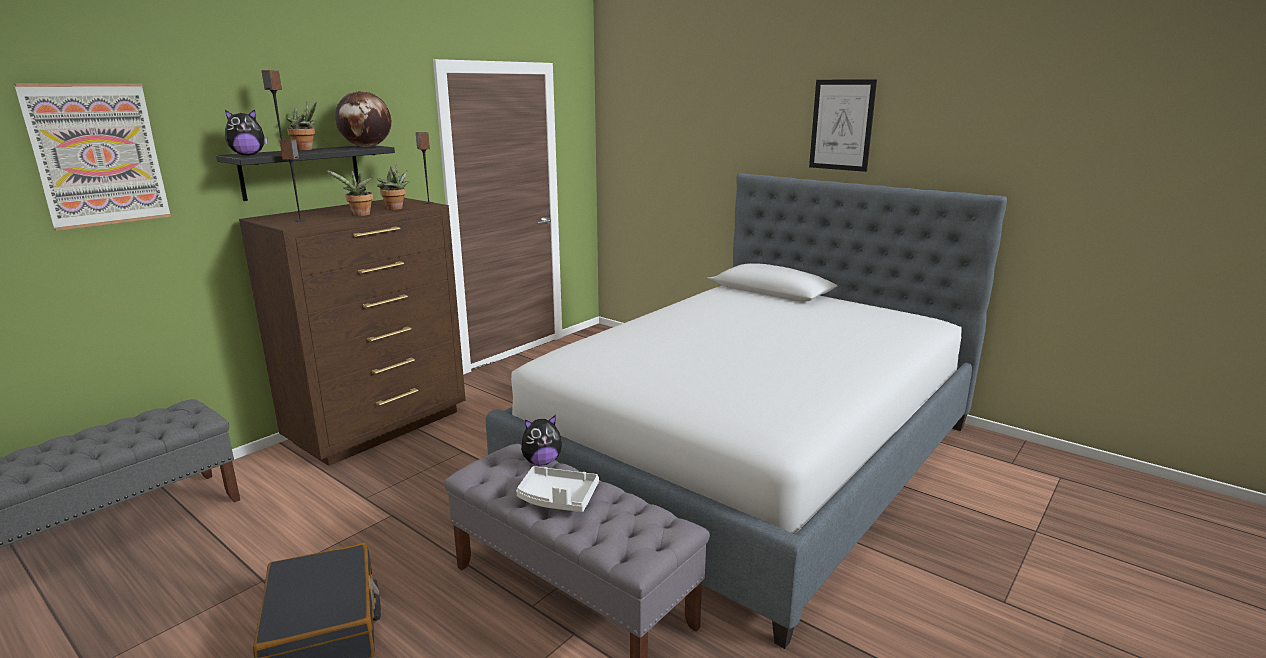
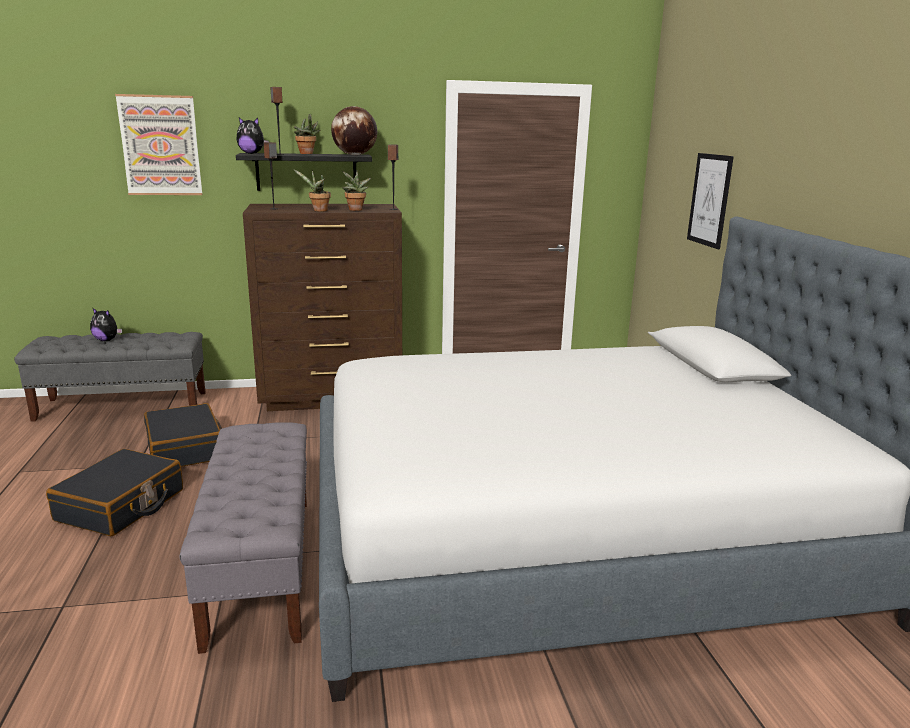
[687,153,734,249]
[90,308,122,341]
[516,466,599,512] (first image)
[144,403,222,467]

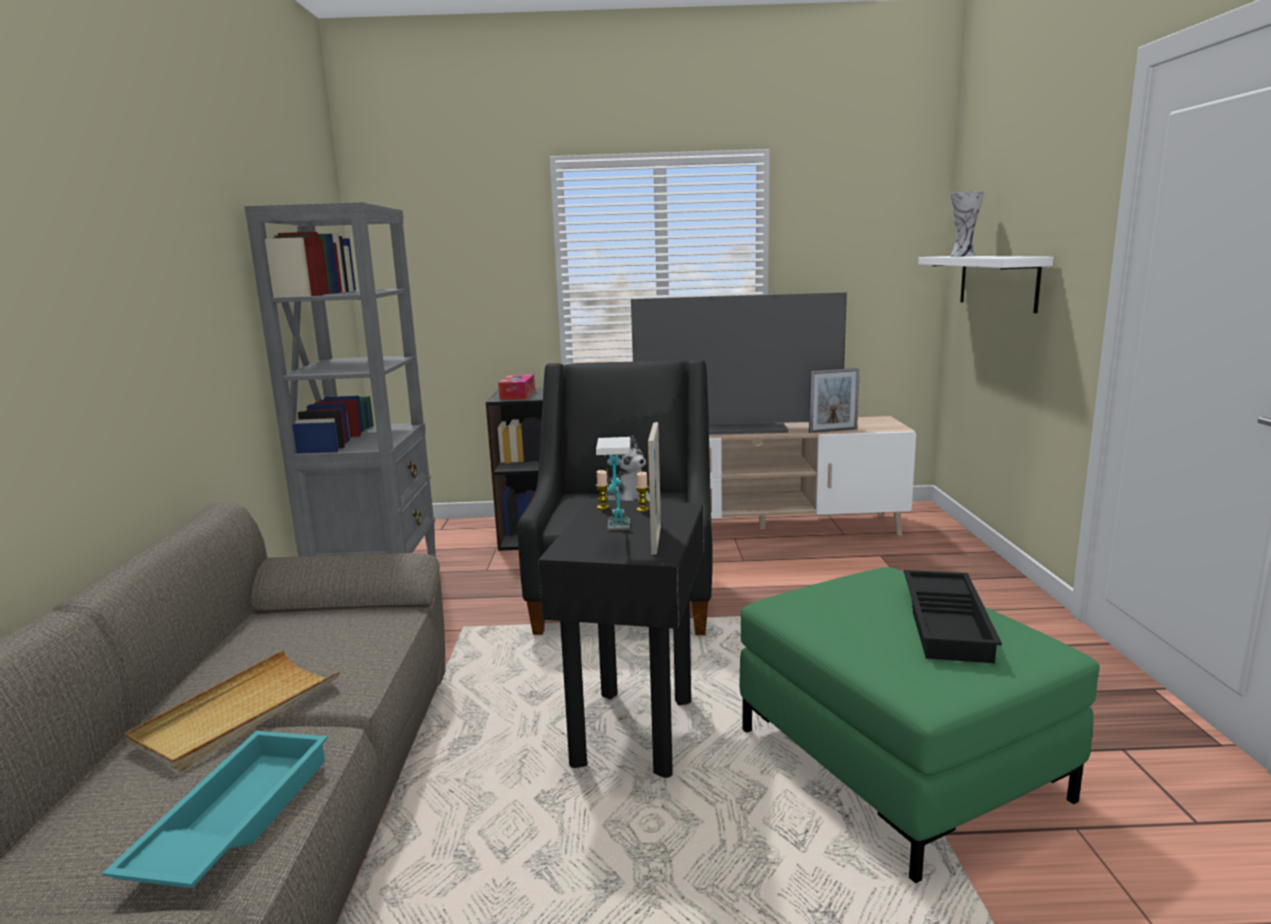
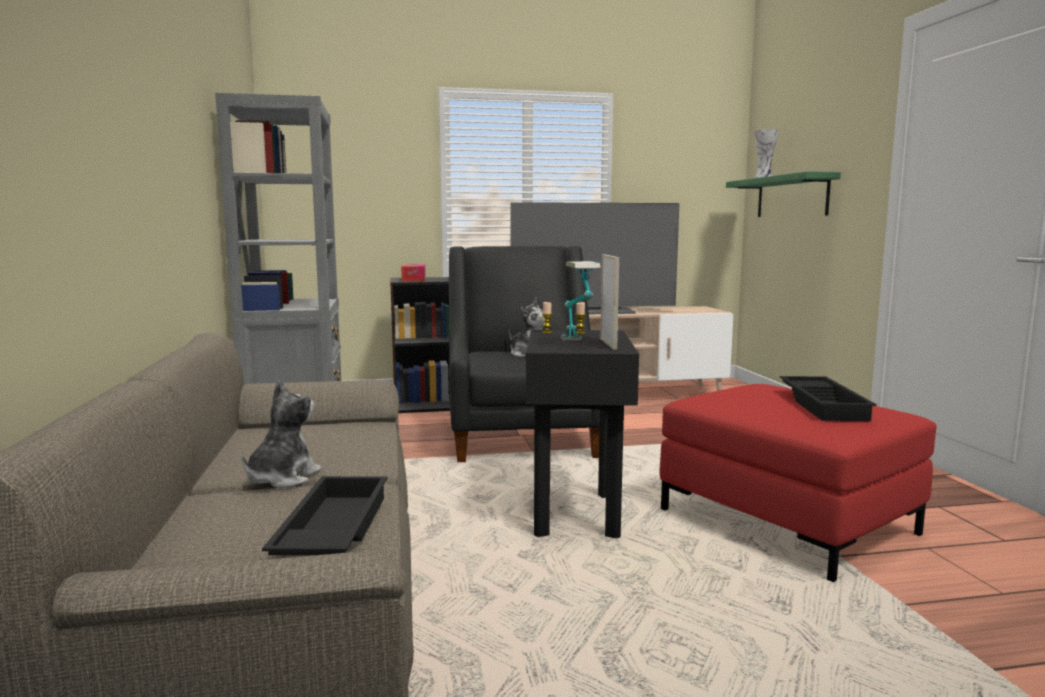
[726,171,841,217]
[809,368,860,433] (first image)
[659,384,937,582]
[242,380,322,488]
[262,476,387,555]

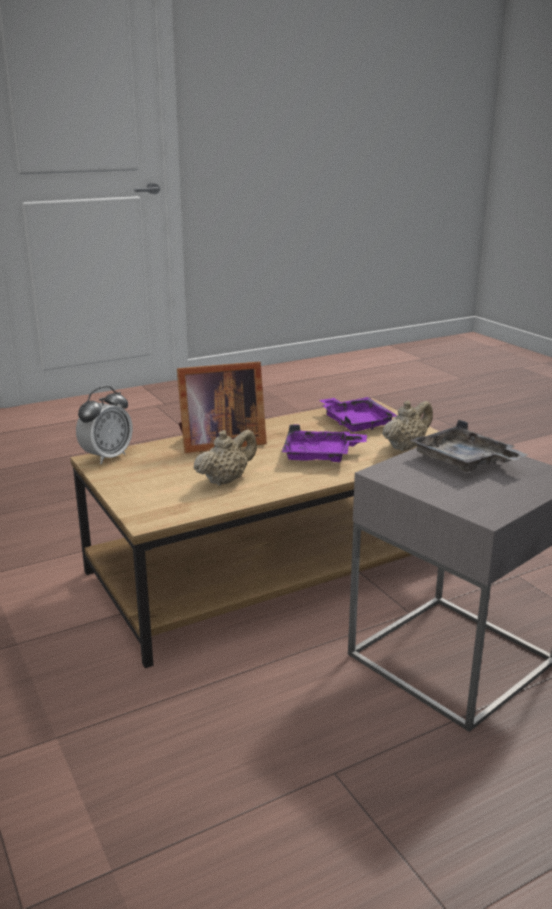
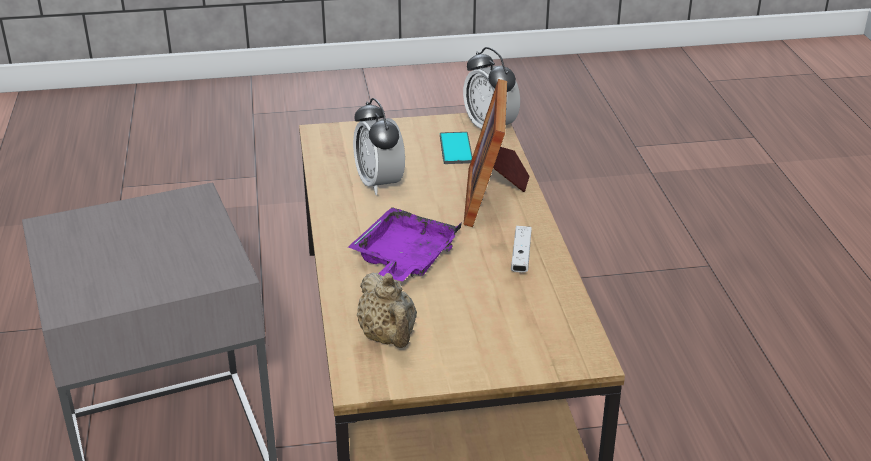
[319,397,397,432] (first image)
[410,420,528,472] (first image)
[353,98,405,195]
[440,132,473,164]
[511,226,532,273]

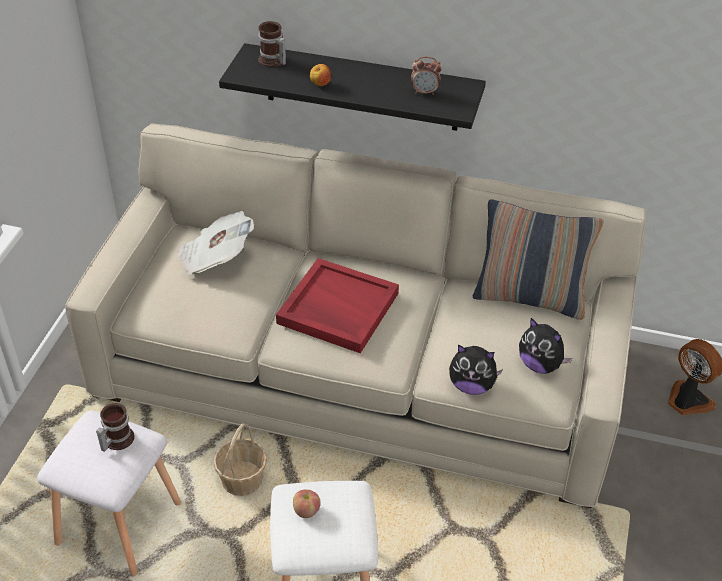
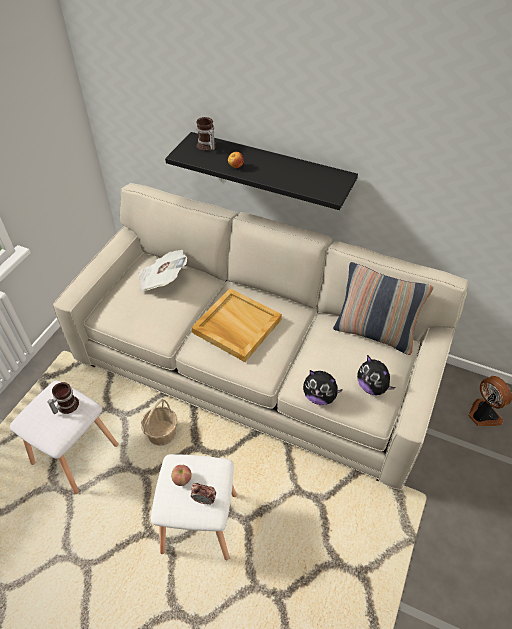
[191,483,216,505]
[191,288,282,362]

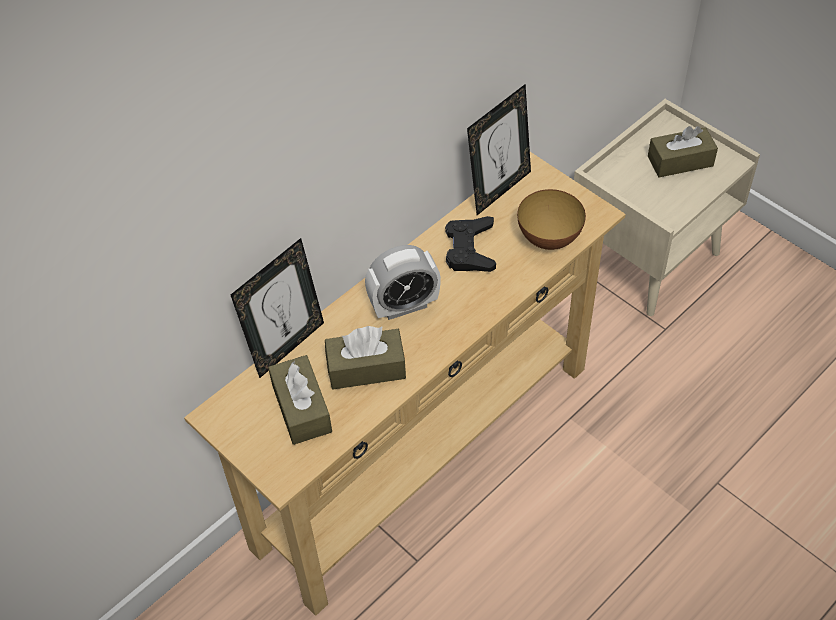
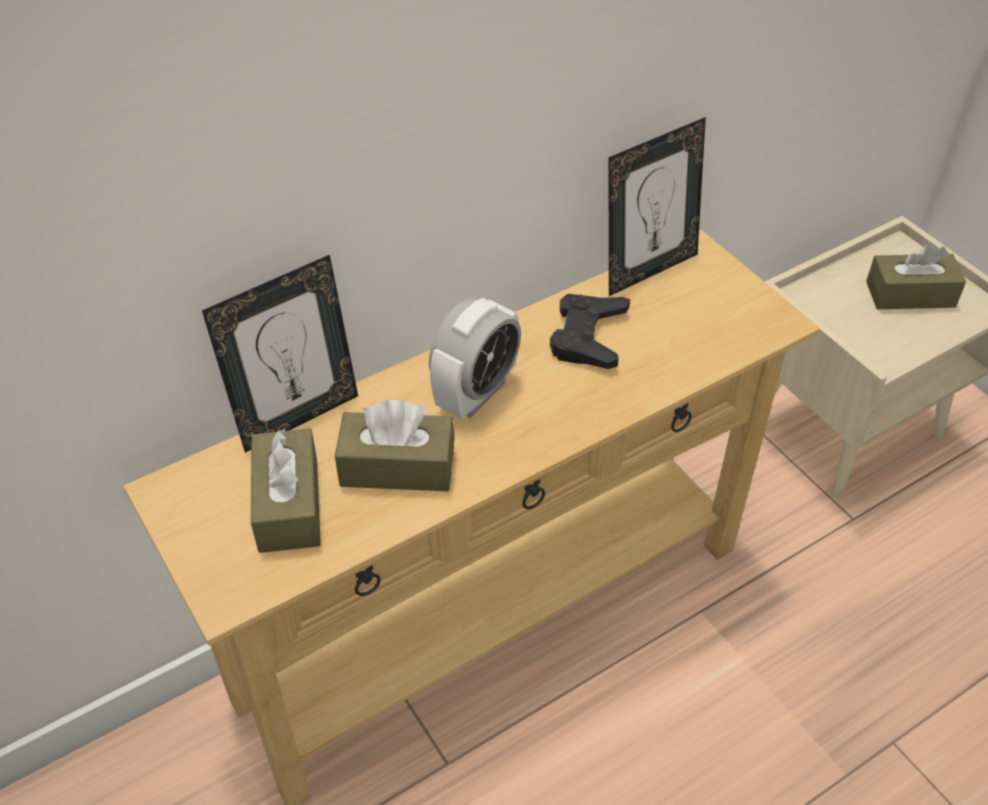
[517,189,586,250] (first image)
[429,298,521,419]

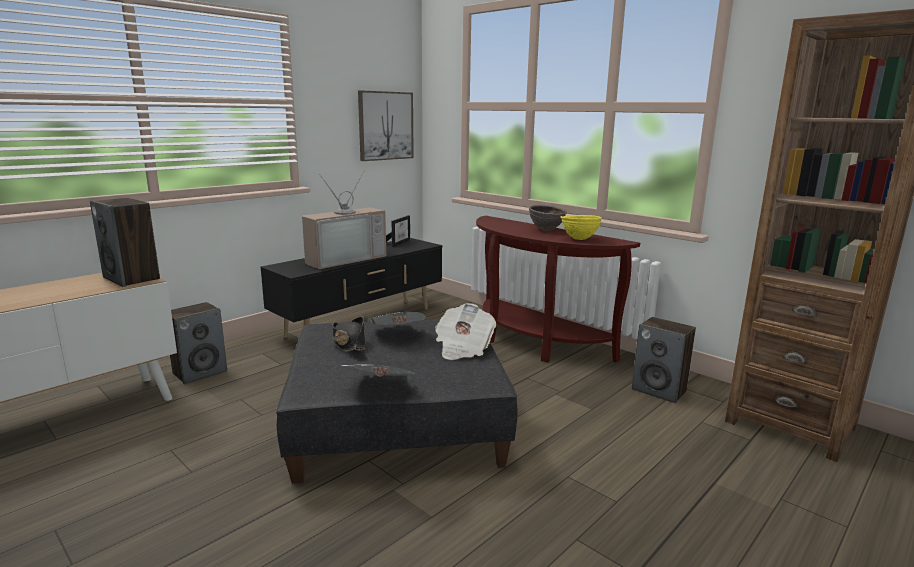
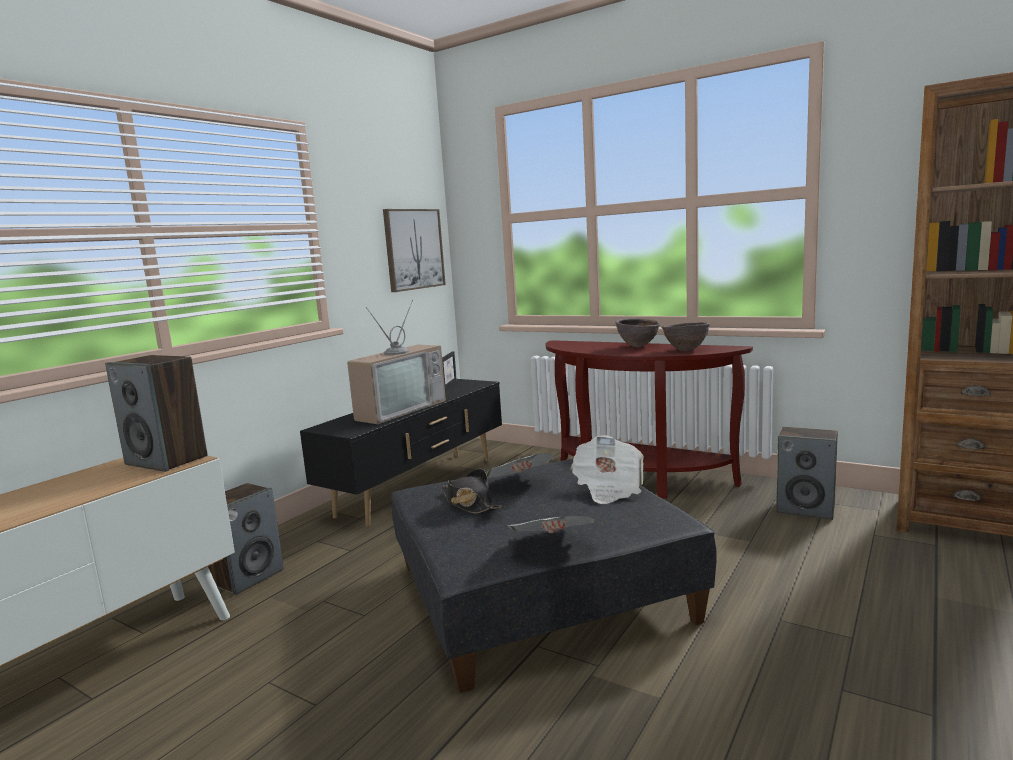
[662,322,710,351]

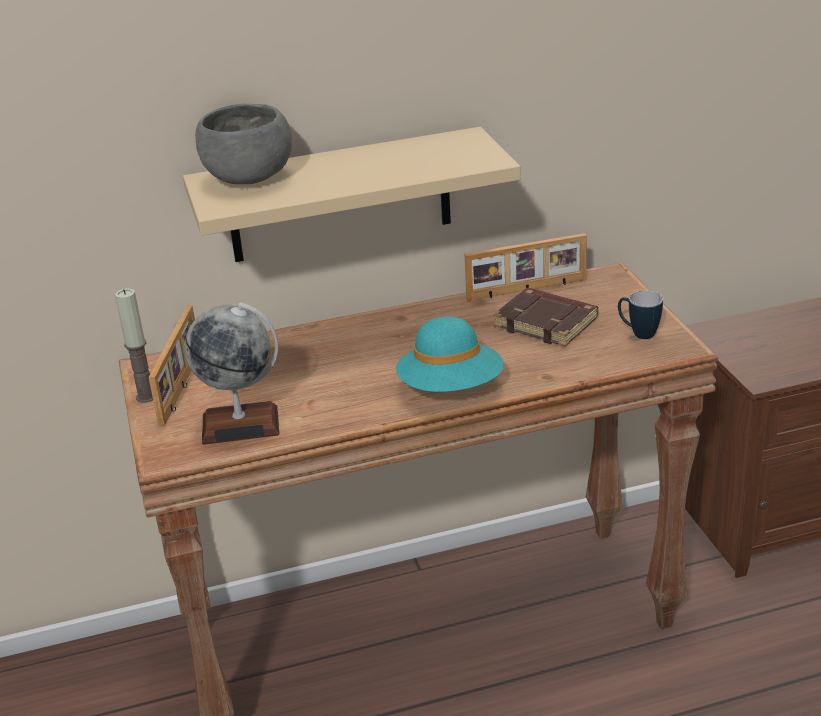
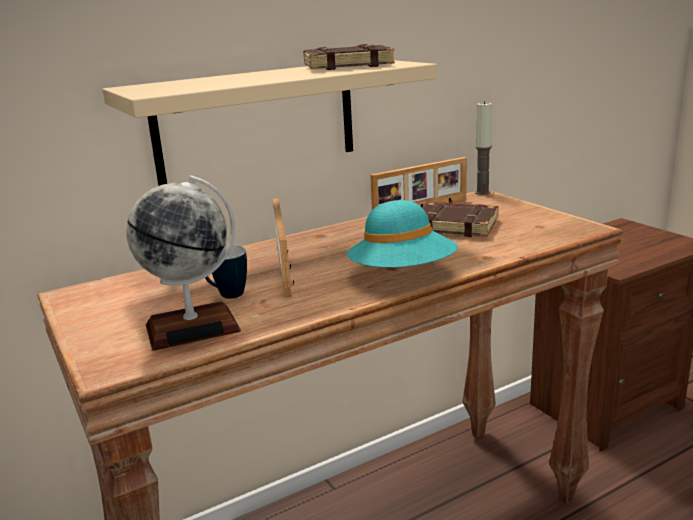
[195,104,292,184] (first image)
[475,101,492,195]
[205,245,247,299]
[273,198,294,297]
[304,44,395,70]

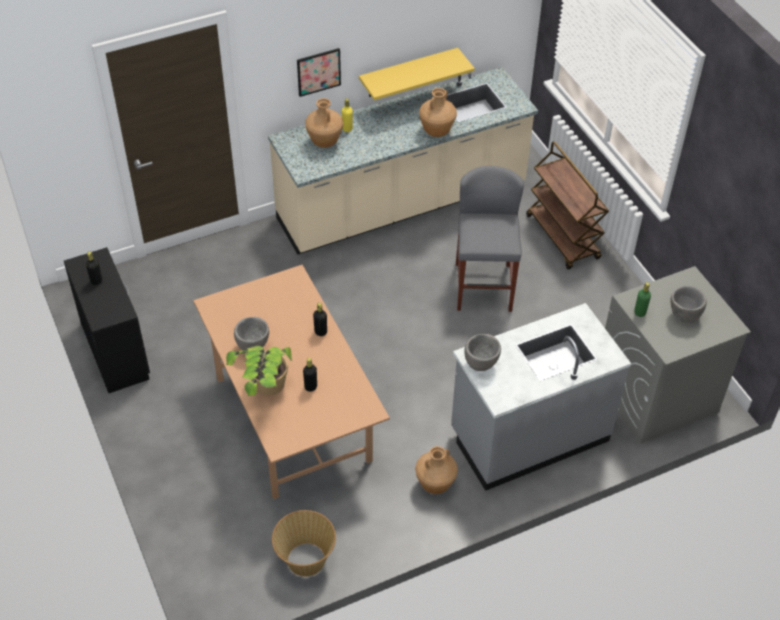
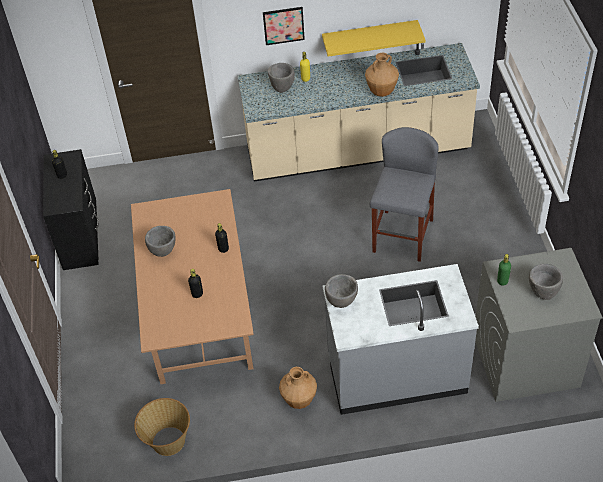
[268,63,295,93]
[526,141,609,270] (first image)
[226,346,292,396] (first image)

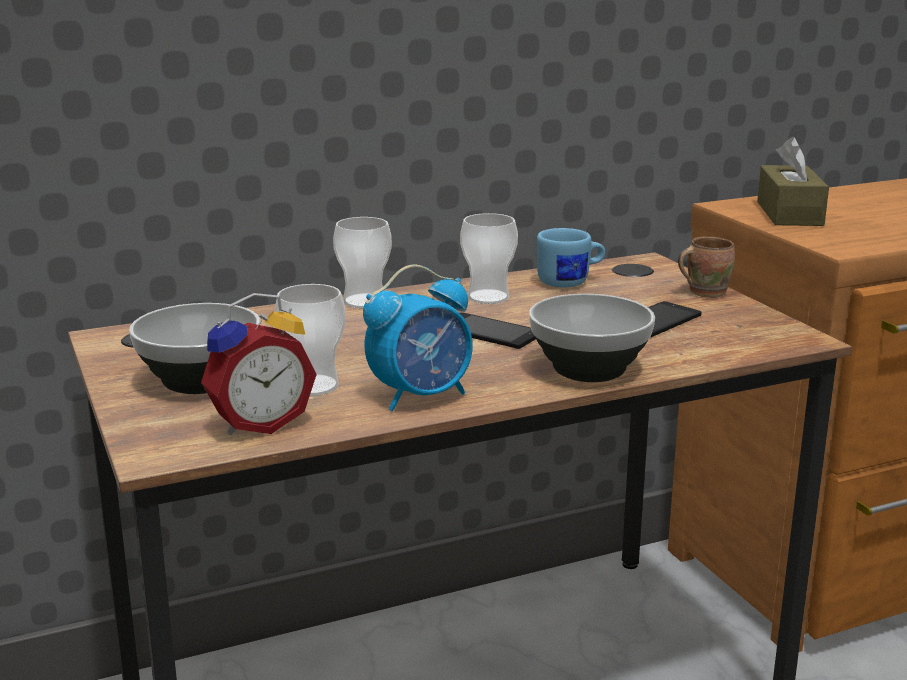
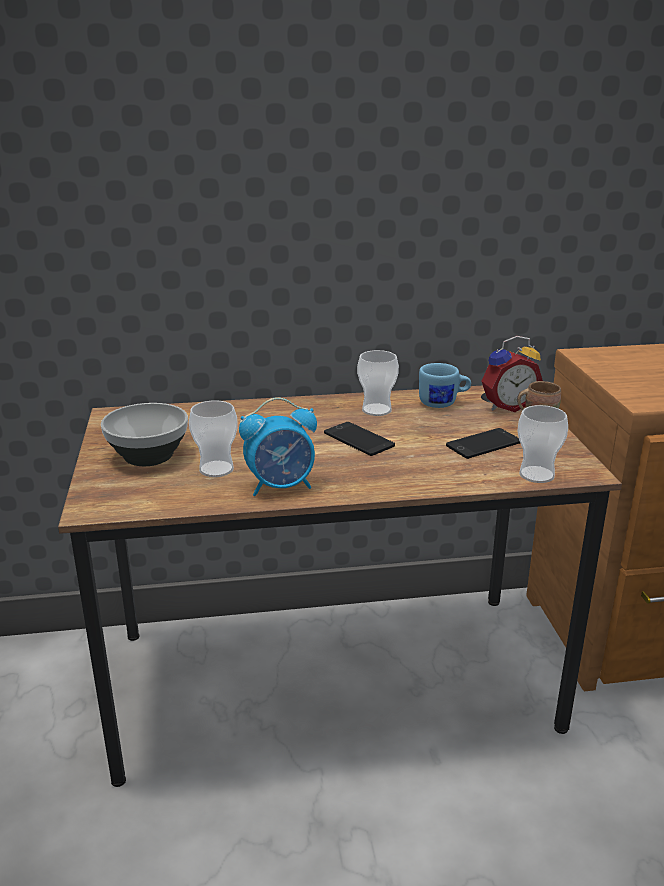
[757,137,829,226] (first image)
[517,405,568,483]
[481,336,543,412]
[529,294,655,382] (first image)

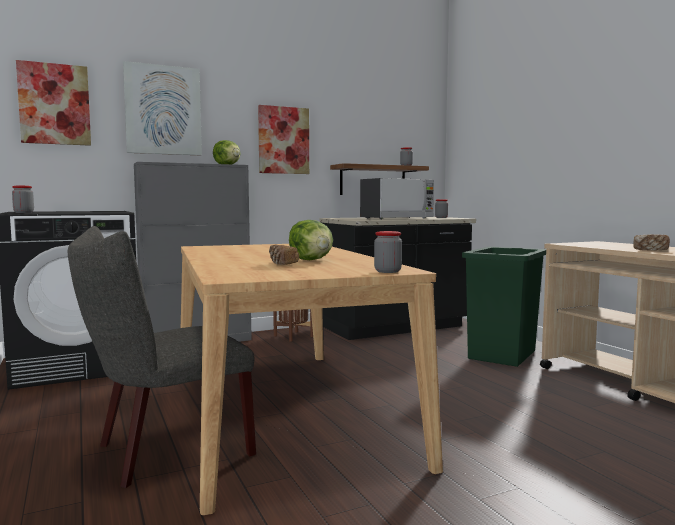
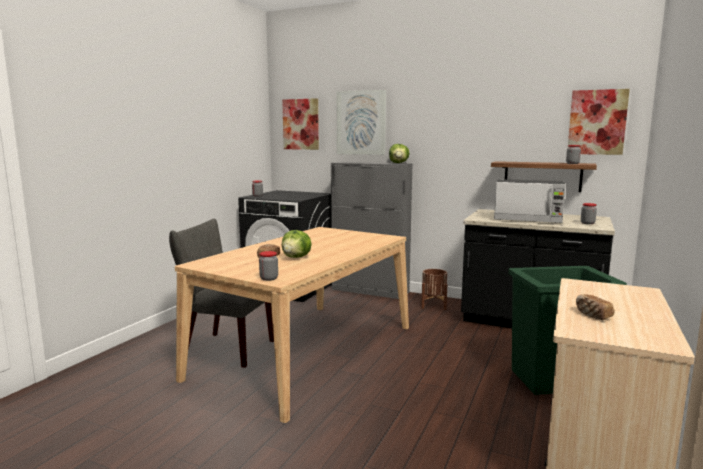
[568,89,630,155]

